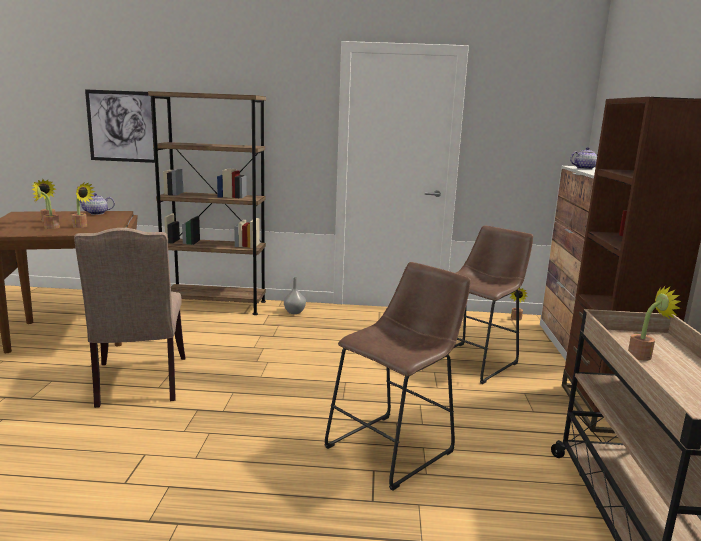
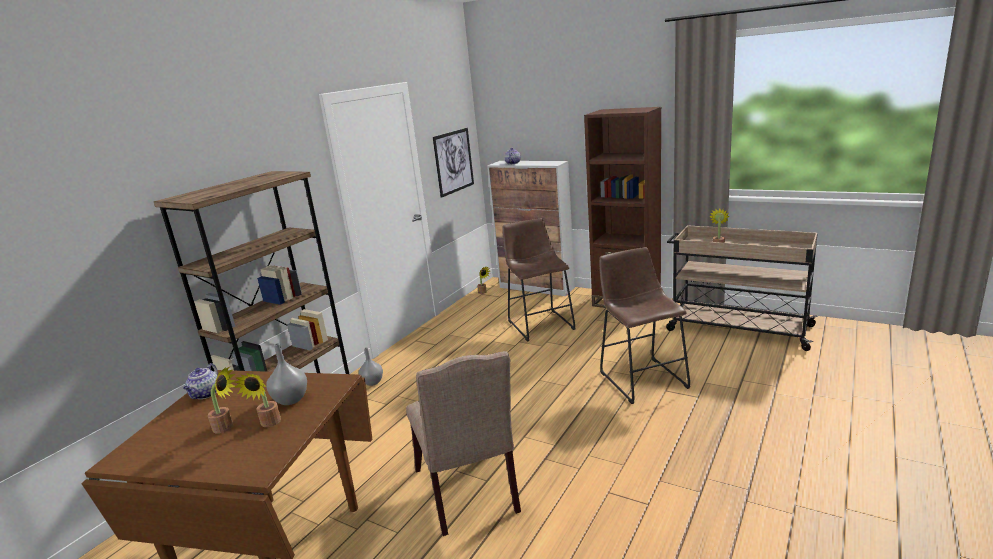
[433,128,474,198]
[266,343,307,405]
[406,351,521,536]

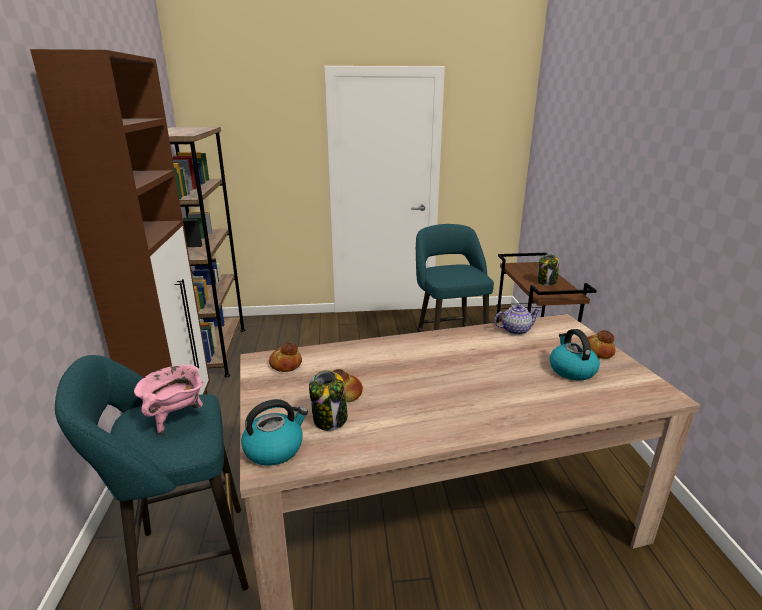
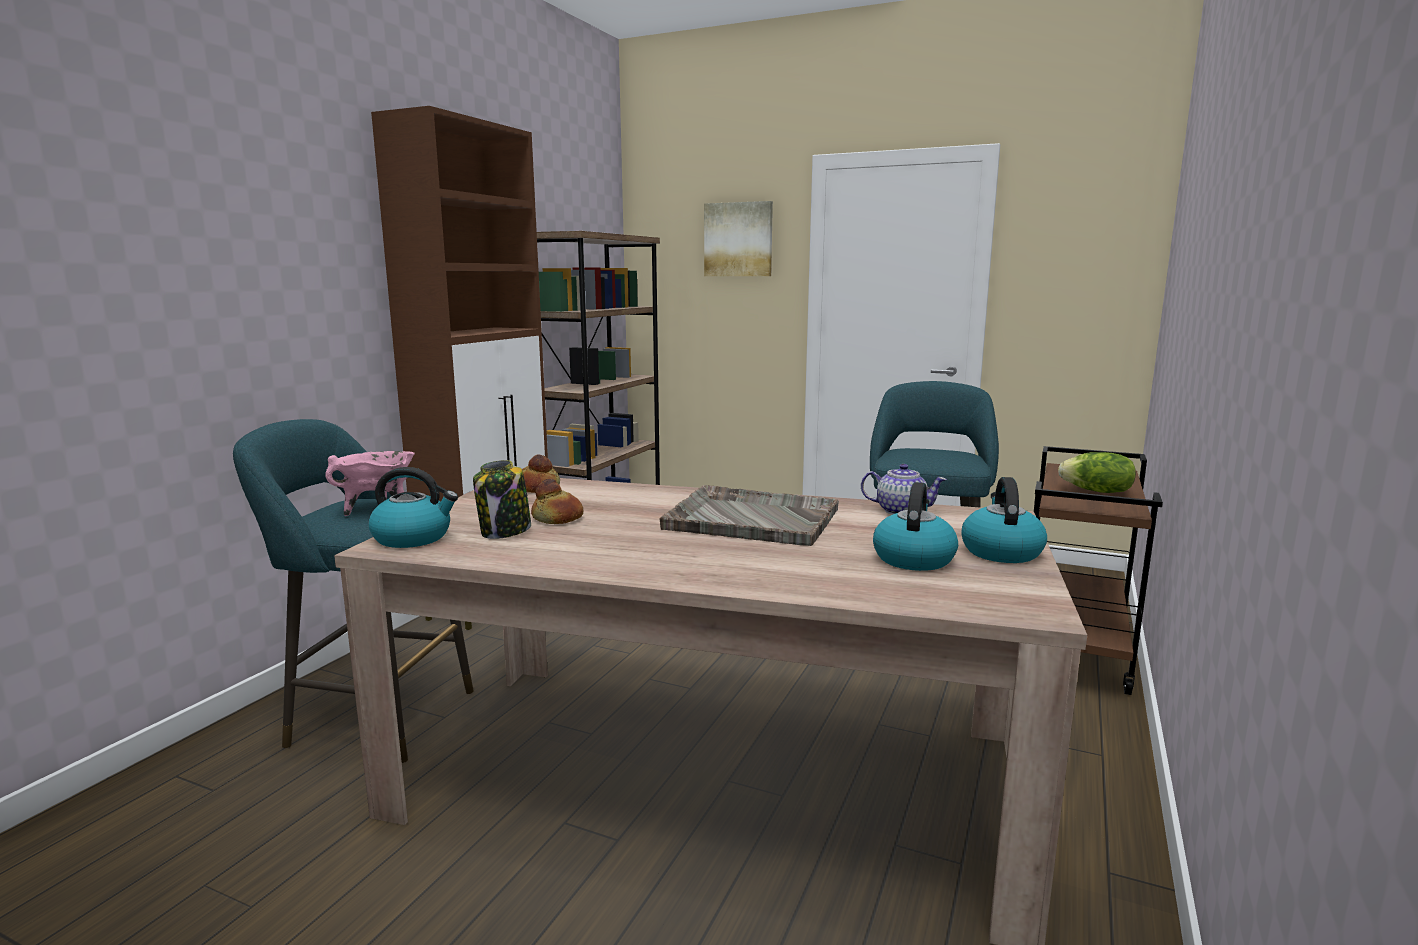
[1058,452,1136,493]
[962,477,1047,563]
[704,201,773,276]
[659,485,839,546]

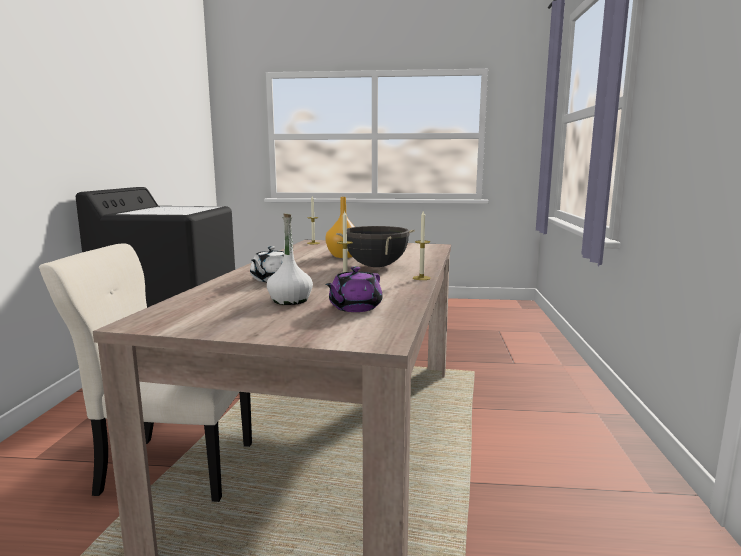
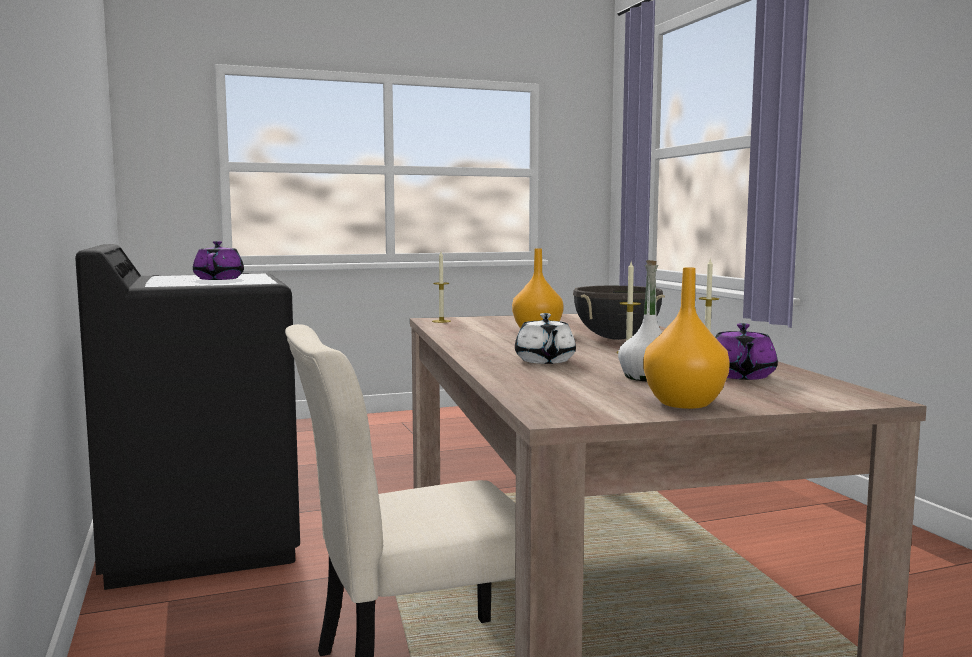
[193,241,244,280]
[643,267,730,409]

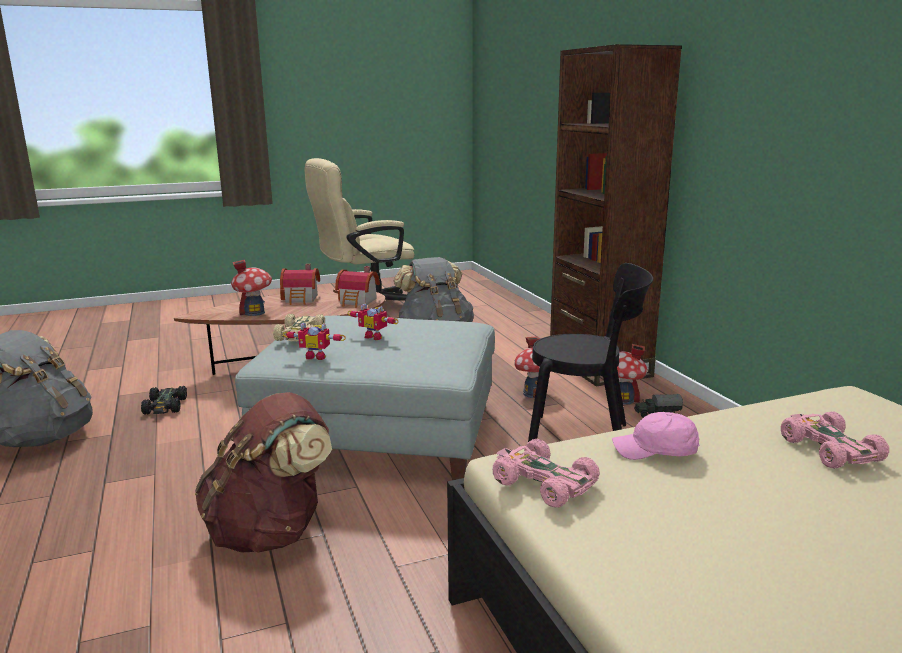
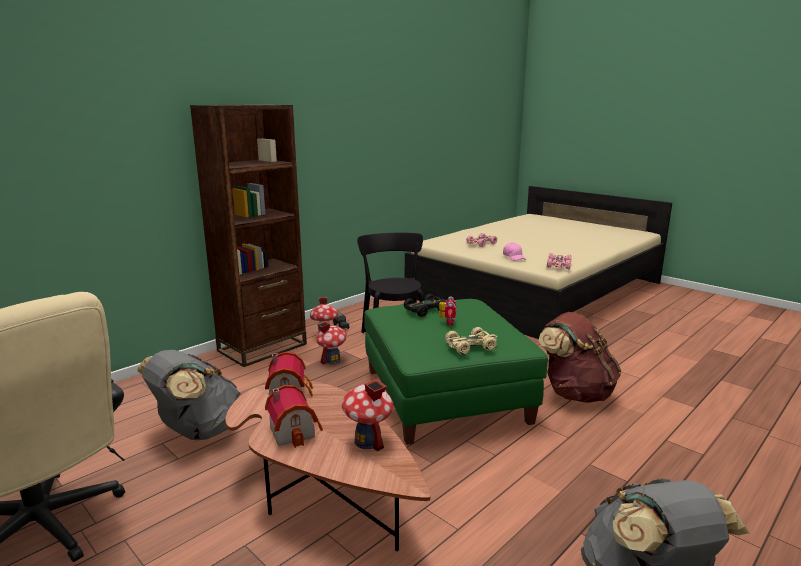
[364,299,548,445]
[283,322,346,360] (first image)
[404,294,447,317]

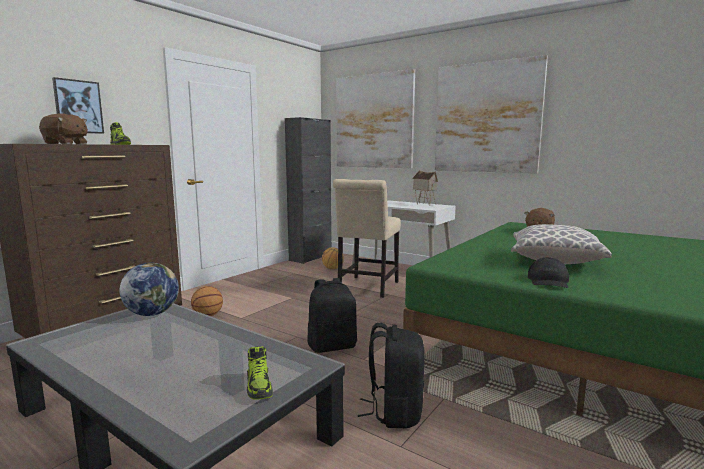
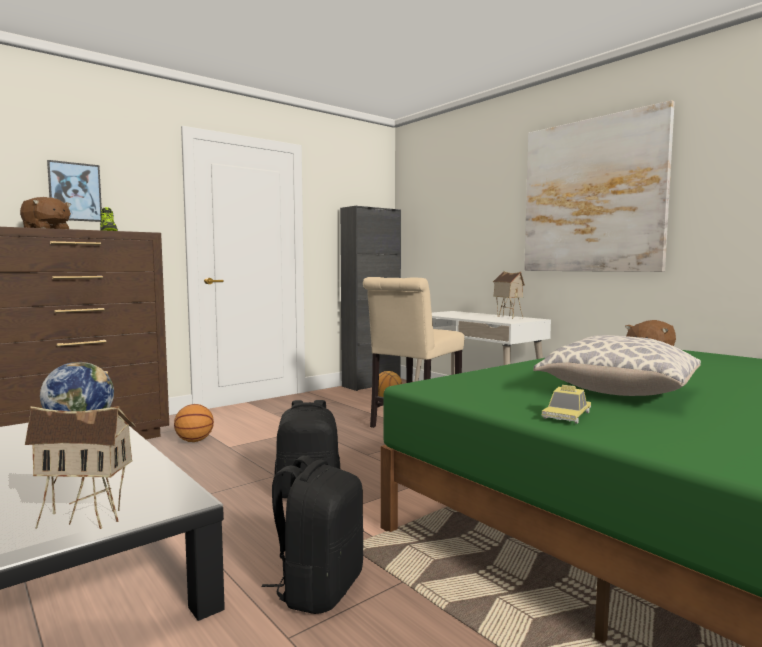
[336,69,415,168] (first image)
[542,385,591,424]
[25,406,136,529]

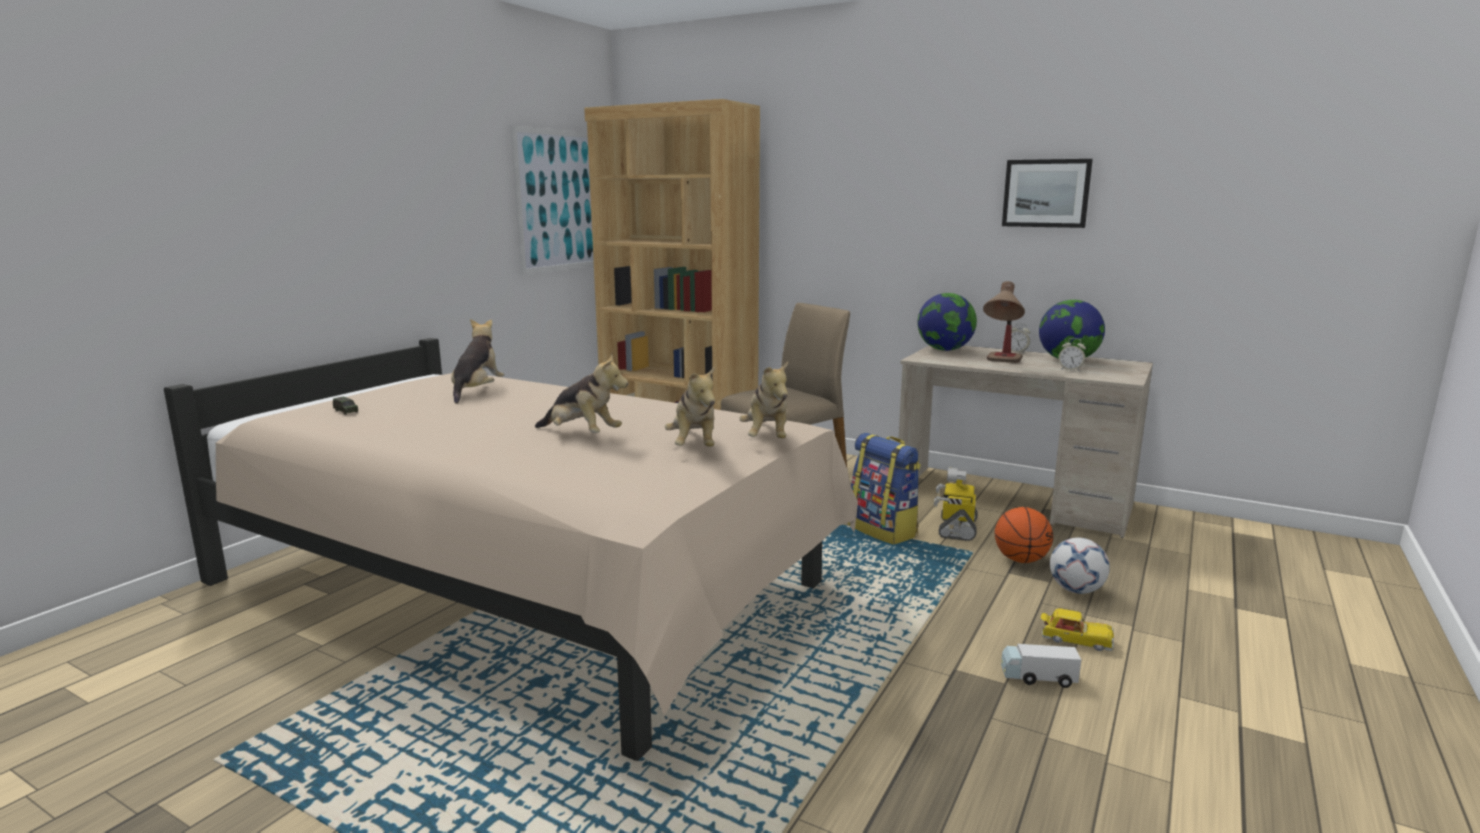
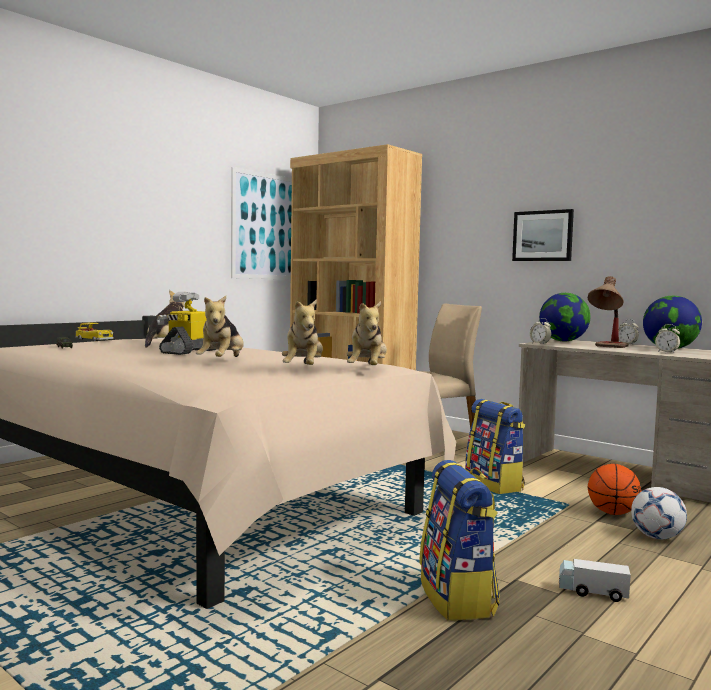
[512,209,574,261]
[196,296,244,357]
[157,292,216,355]
[75,323,113,341]
[530,318,552,344]
[419,460,500,621]

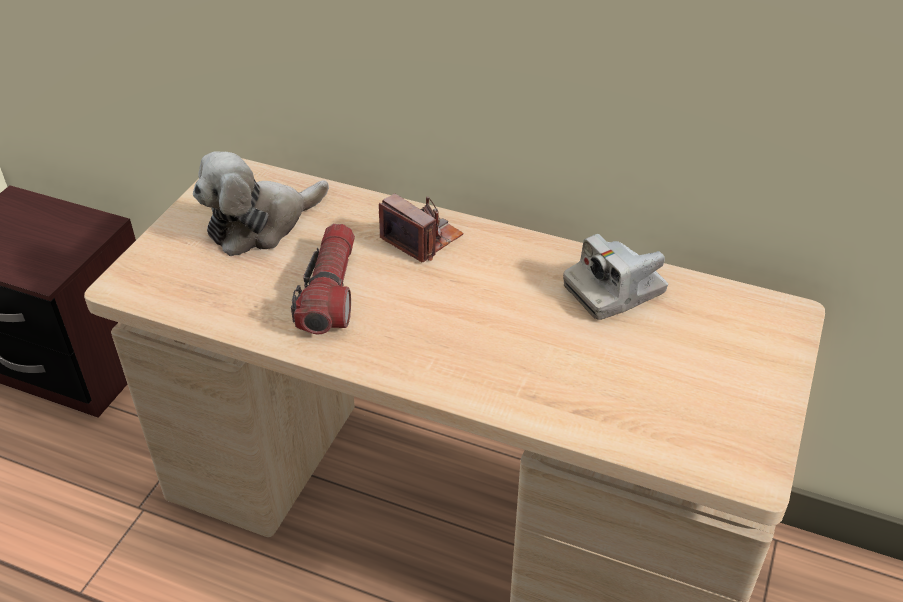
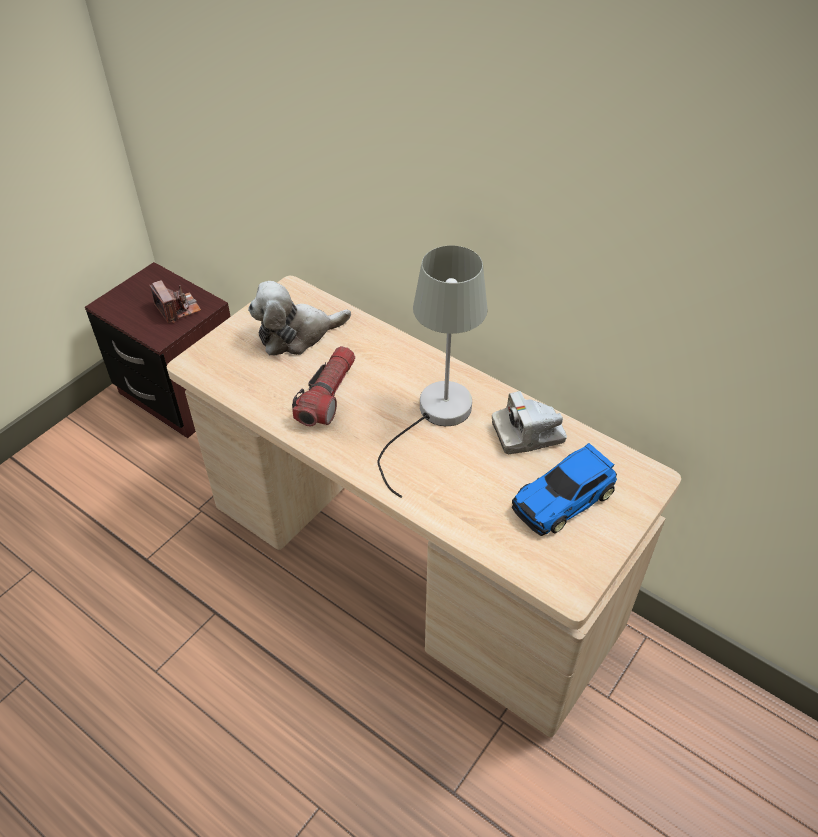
[149,280,201,323]
[378,246,488,498]
[512,443,617,536]

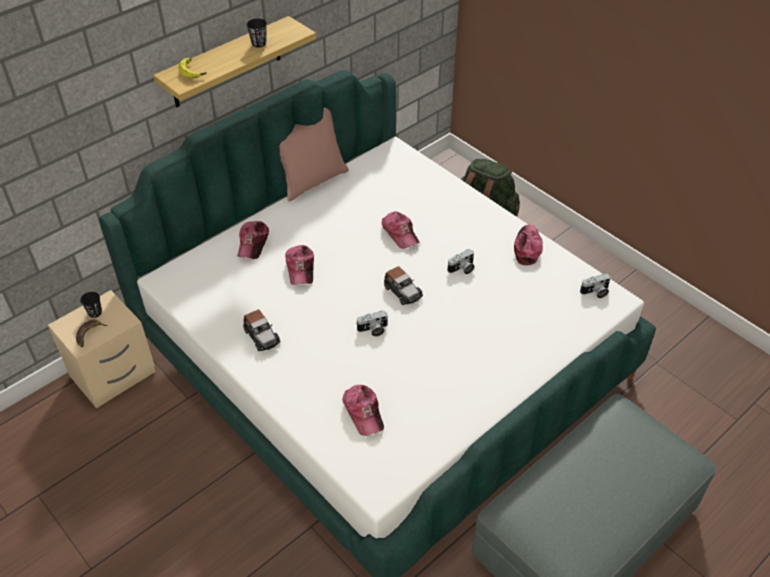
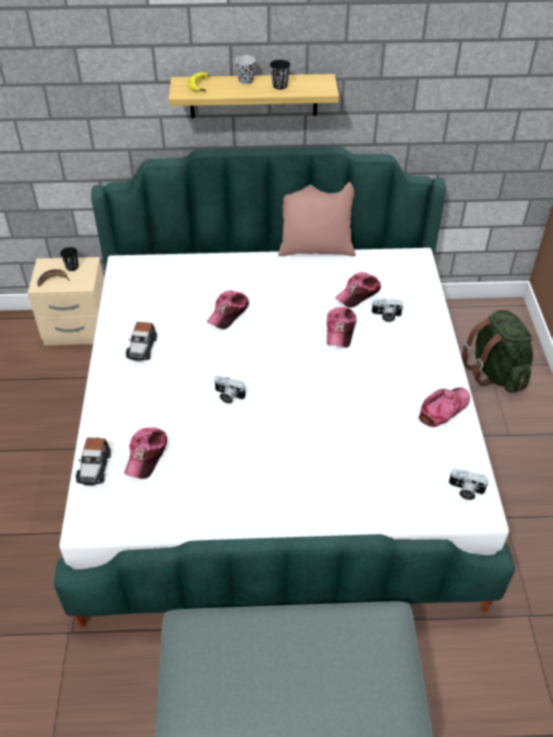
[335,272,381,308]
[372,299,404,322]
[76,437,111,485]
[235,55,256,85]

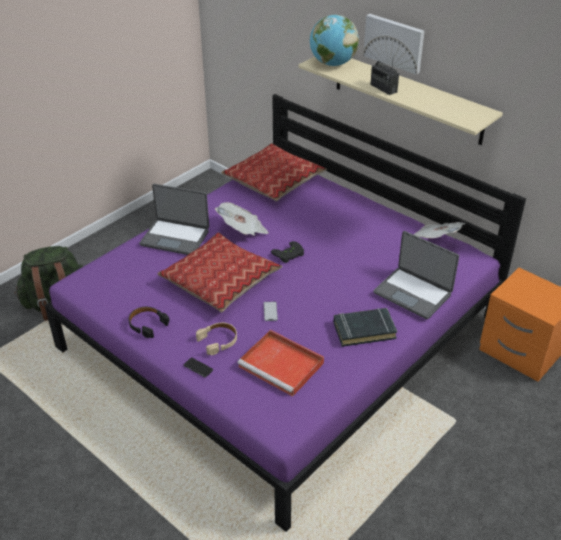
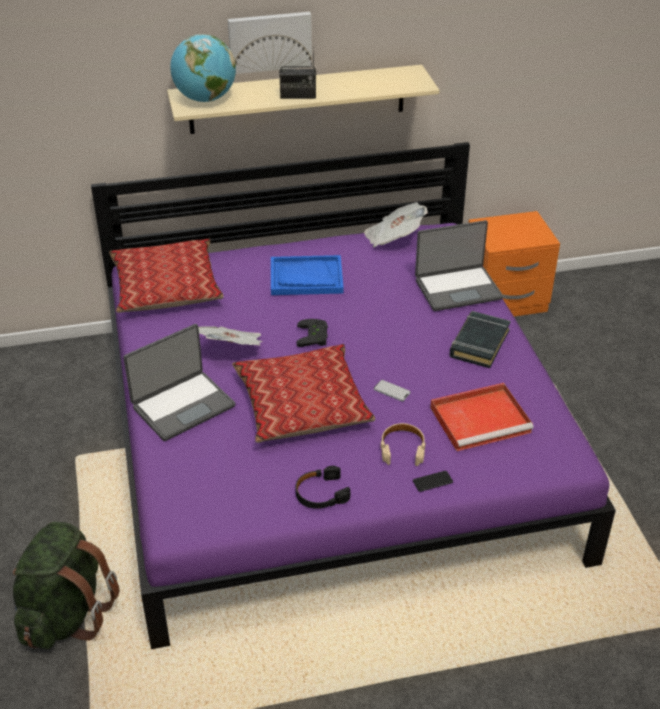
[271,255,344,295]

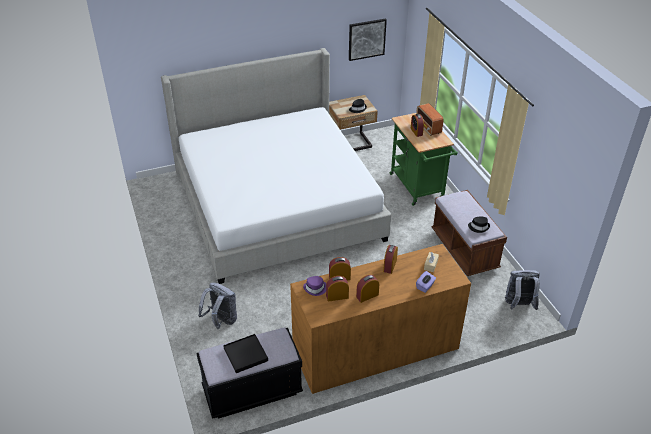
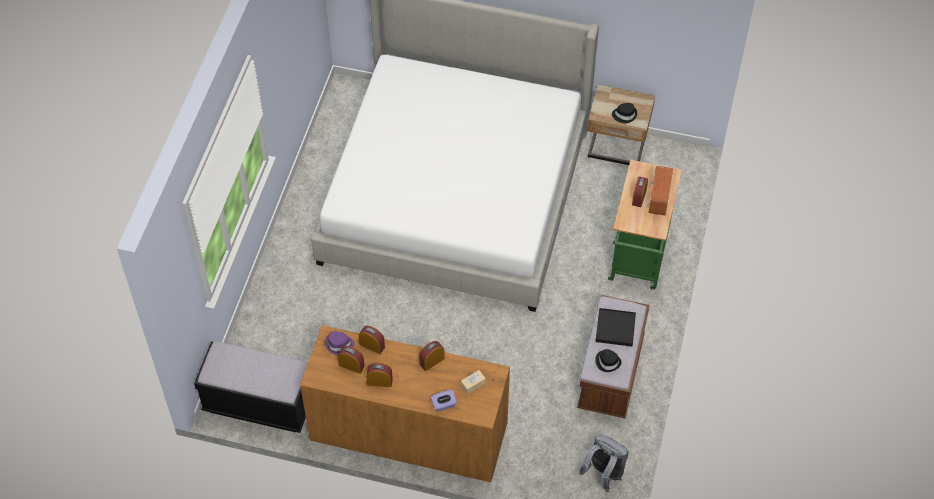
[349,19,387,61] (first image)
[198,282,237,329] (first image)
[595,308,636,347]

